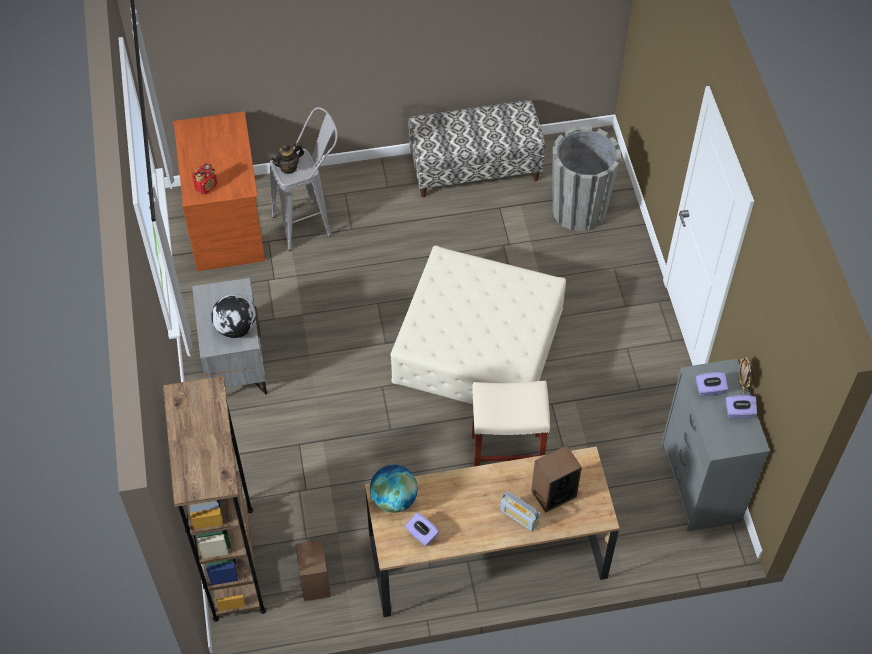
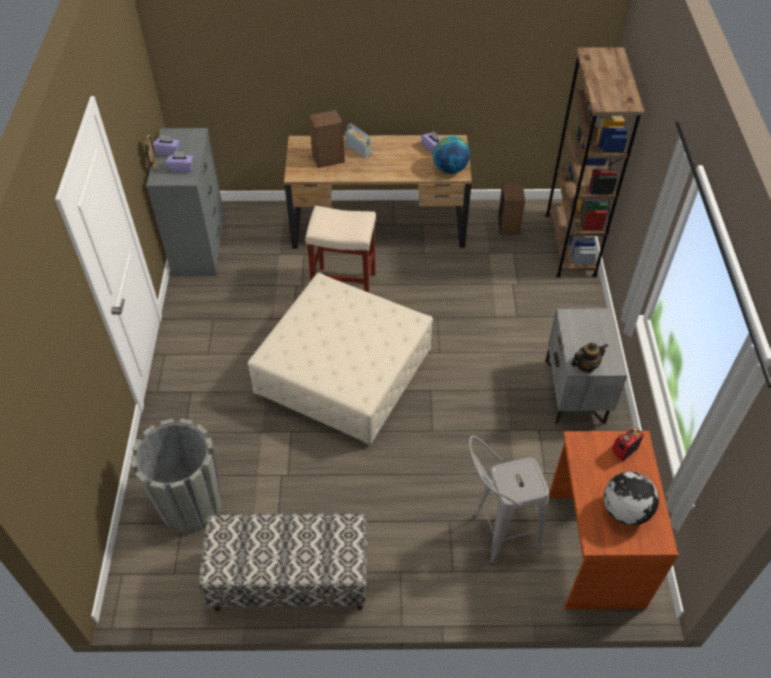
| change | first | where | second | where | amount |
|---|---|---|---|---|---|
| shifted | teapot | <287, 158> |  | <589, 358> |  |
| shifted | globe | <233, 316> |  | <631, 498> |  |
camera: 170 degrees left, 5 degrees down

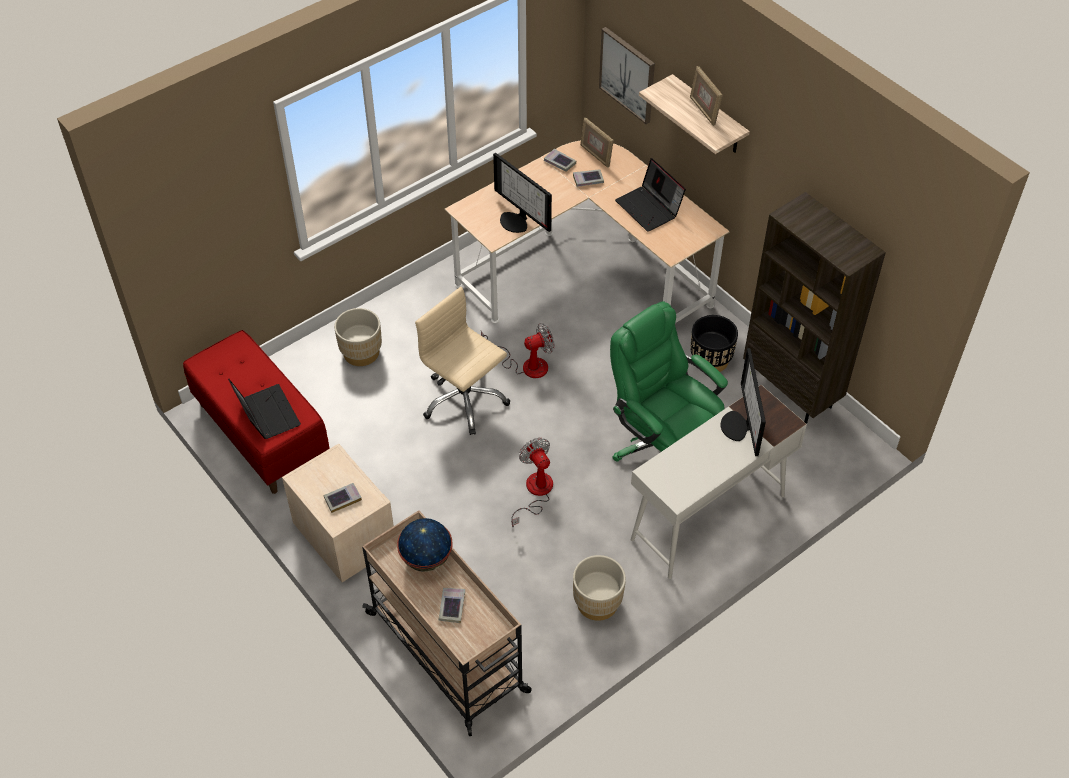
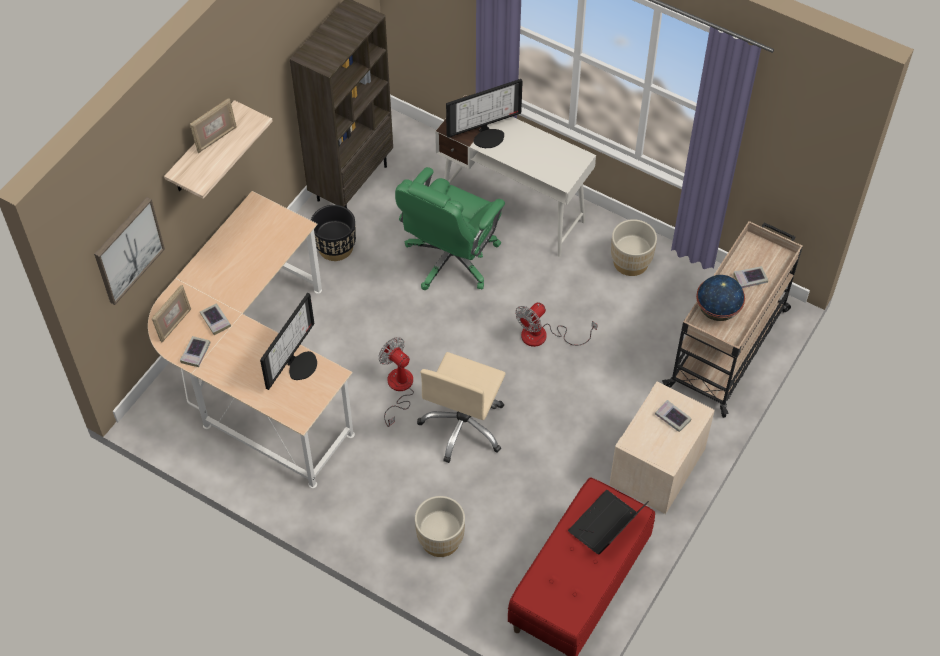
| change | first | where | second | where | amount |
|---|---|---|---|---|---|
| gone | laptop | <650, 195> |  |  |  |
camera: 110 degrees left, 5 degrees up

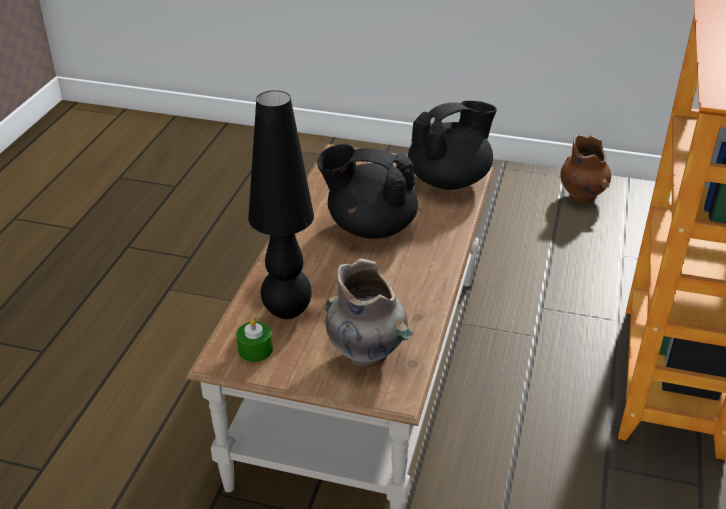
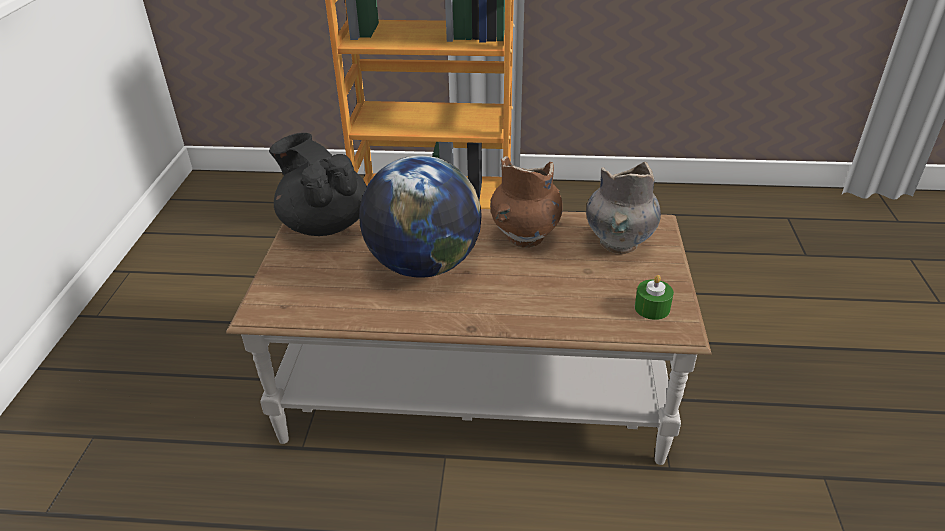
| change | first | where | second | where | amount |
|---|---|---|---|---|---|
| swapped | black_teapot | <367, 191> | globe | <420, 216> |  |
| shifted | brown_vase | <585, 169> |  | <526, 202> |  |
| gone | black_table_lamp | <281, 204> |  |  |  |
camera: 100 degrees left, 0 degrees up

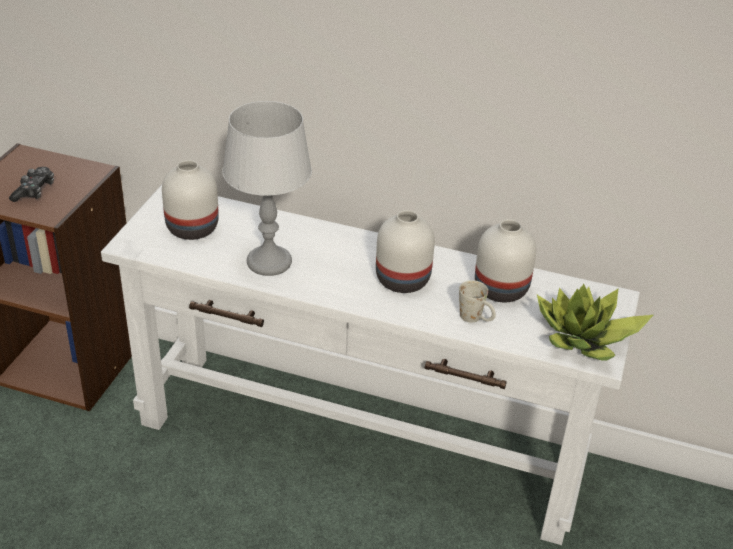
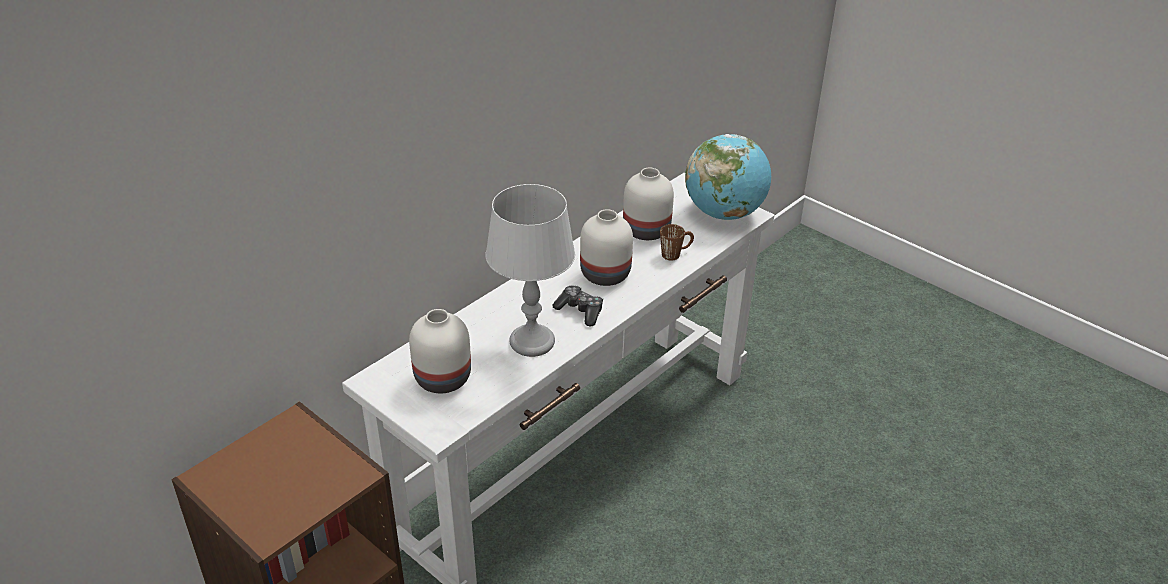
| change | first | where | second | where | amount |
|---|---|---|---|---|---|
| shifted | game_controller | <31, 184> |  | <578, 305> |  |
| repainted | white_mug | <477, 301> | brown_mug | <677, 242> |  |
| swapped | potted_plant | <595, 322> | globe | <728, 177> |  |
camera: 65 degrees left, 0 degrees up

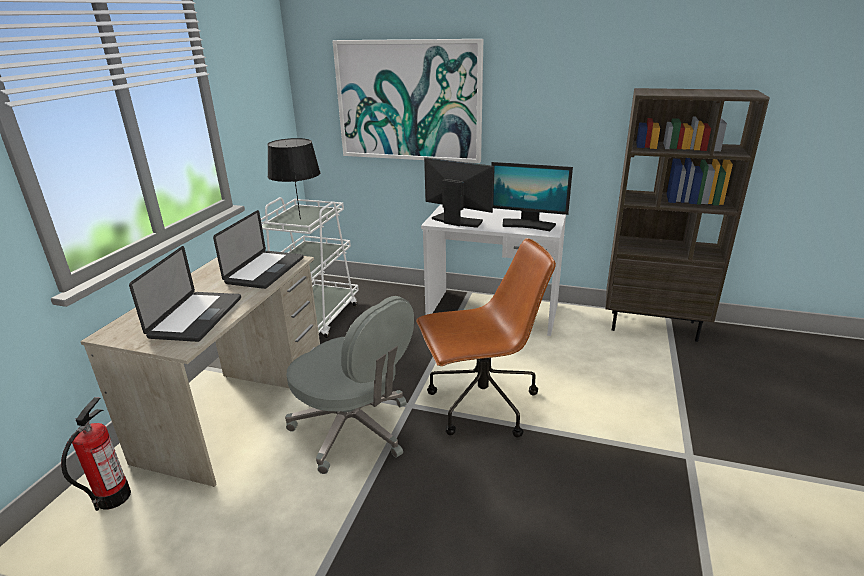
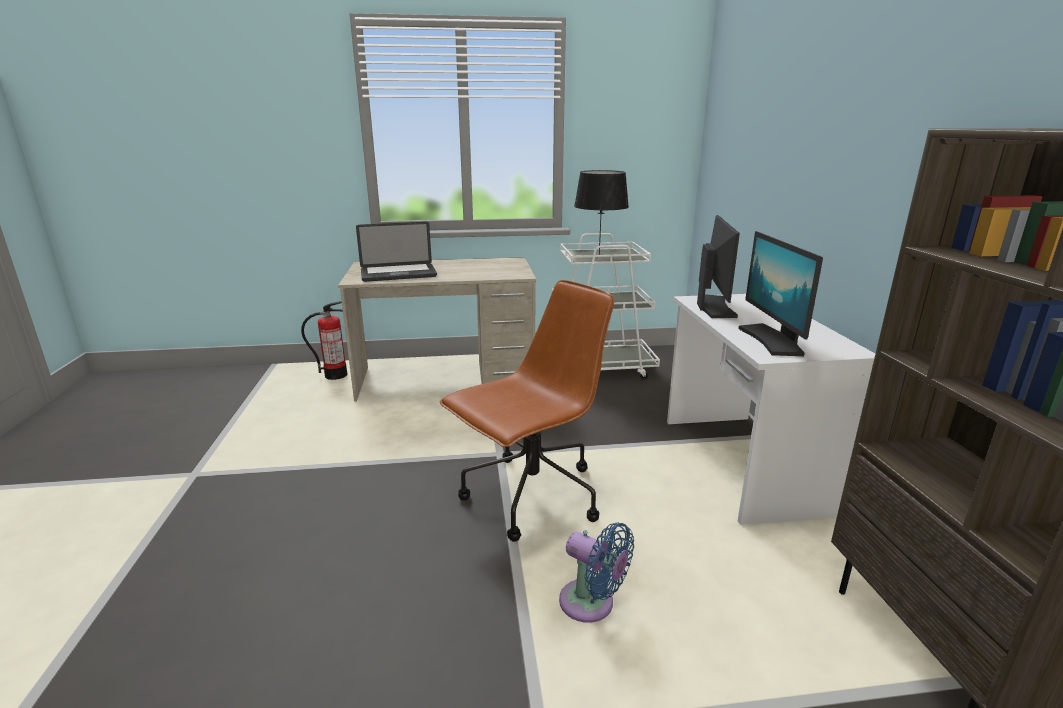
| change | first | where | second | where | amount |
|---|---|---|---|---|---|
| rotated | brown_office_chair | <486, 338> |  | <526, 411> | 90 degrees counterclockwise |
| new |  |  | blue_fan | <596, 572> |  |
| gone | laptop | <258, 249> |  |  |  |
| gone | grey_office_chair | <349, 385> |  |  |  |
| gone | picture | <407, 101> |  |  |  |
camera: 65 degrees right, 5 degrees down

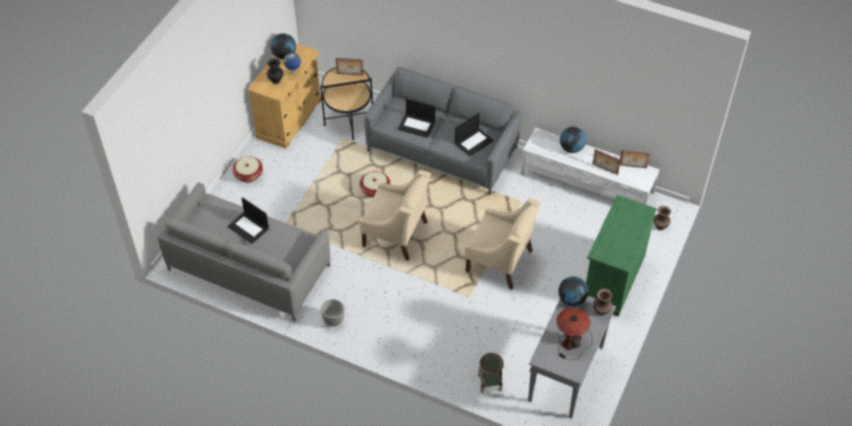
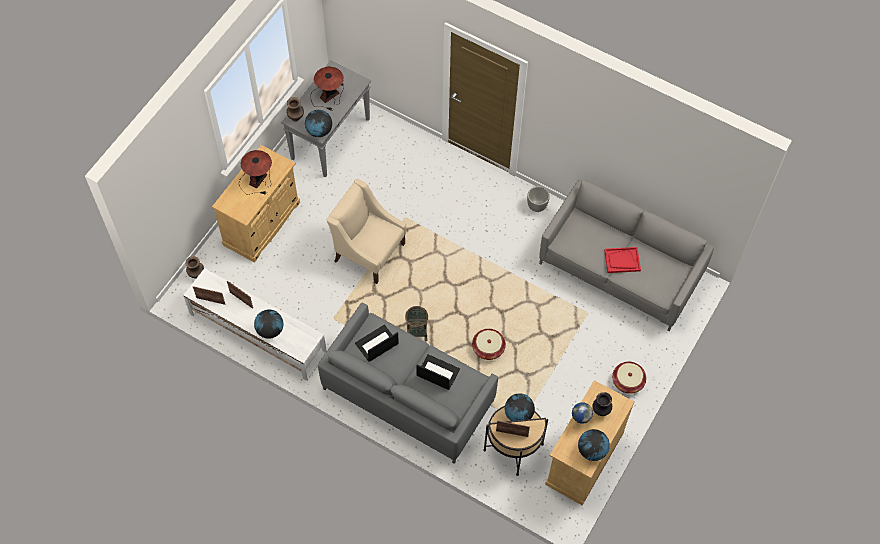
| change | first | where | second | where | amount |
|---|---|---|---|---|---|
| repainted | green_cabinet | <621, 256> | beige_cabinet | <256, 204> |  |
| new |  |  | table_lamp | <255, 172> |  |
| shifted | basket | <491, 373> |  | <416, 323> |  |
| new |  |  | globe | <520, 407> |  |
| swapped | laptop | <248, 220> | red_tray | <622, 260> |  |
| gone | beige_armchair | <395, 215> |  |  |  |
camera: 175 degrees left, 10 degrees up

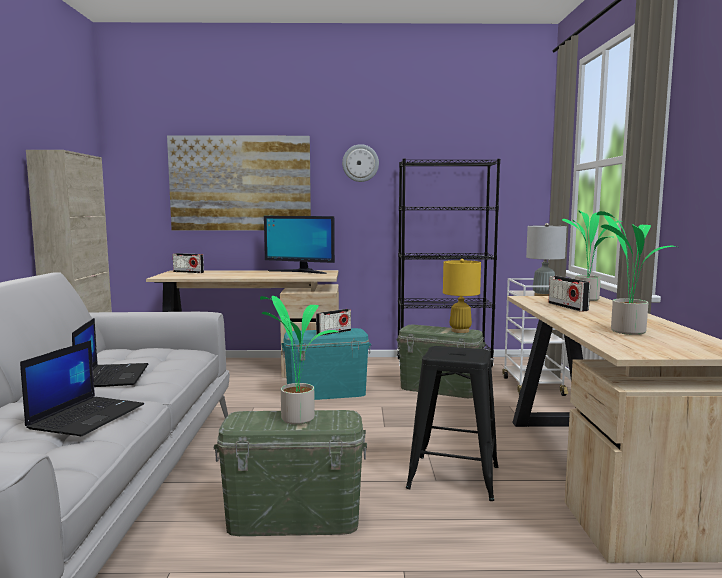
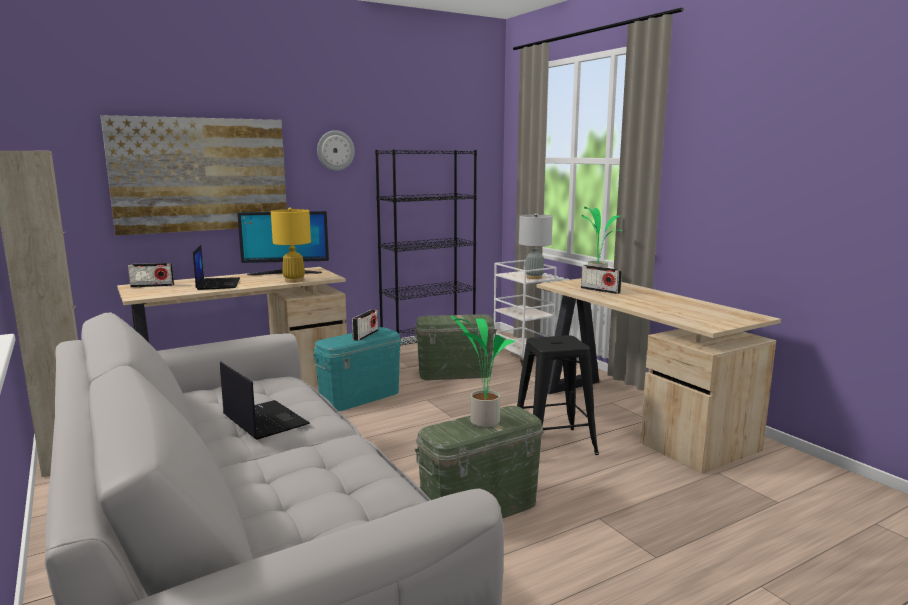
| change | first | where | second | where | amount |
|---|---|---|---|---|---|
| shifted | laptop | <82, 388> |  | <216, 267> |  |
| shifted | yellow_table_lamp | <462, 296> |  | <291, 245> |  |
| gone | potted_plant | <637, 273> |  |  |  |
camera: 30 degrees left, 5 degrees up

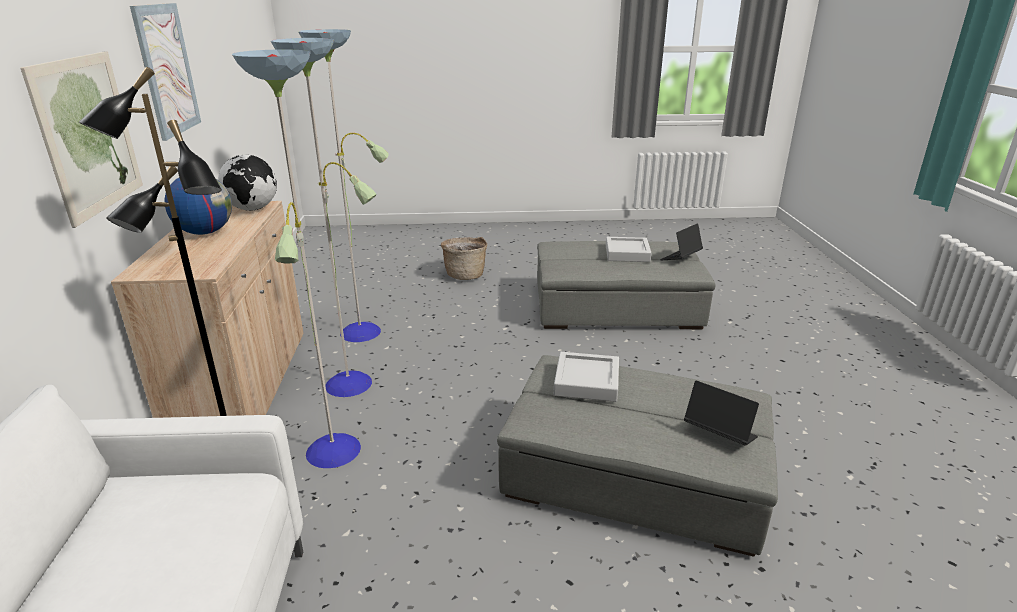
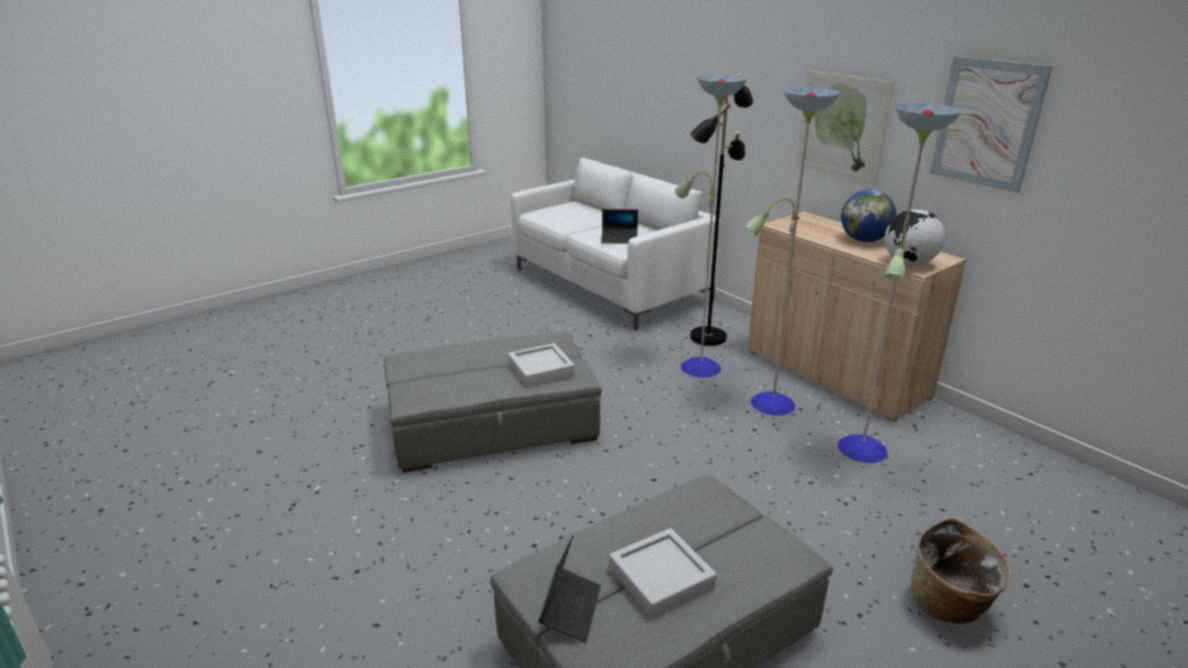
| change | first | where | second | where | amount |
|---|---|---|---|---|---|
| shifted | laptop | <721, 412> |  | <619, 226> |  |
camera: 145 degrees right, 0 degrees up

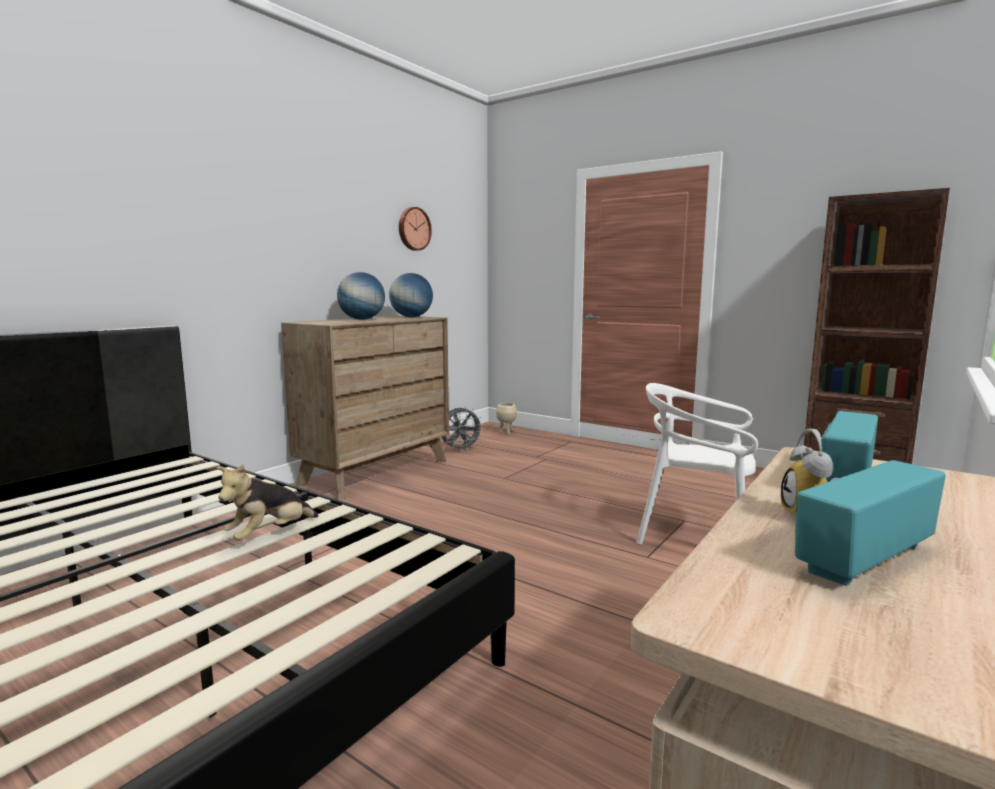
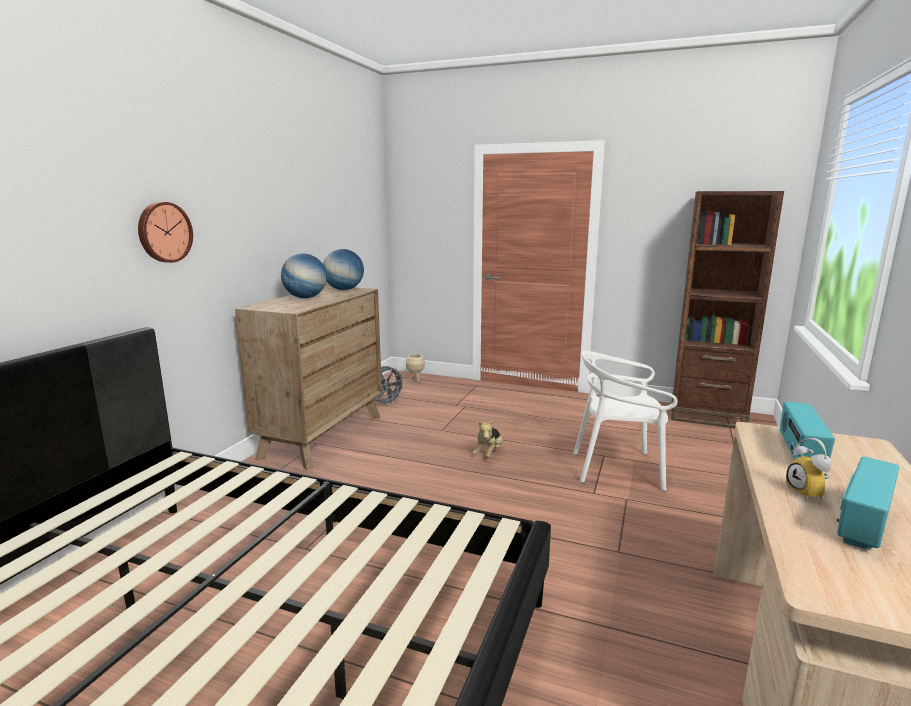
| change | first | where | second | where | amount |
|---|---|---|---|---|---|
| shifted | wall_clock | <415, 229> |  | <165, 232> |  |
| shifted | plush_toy | <267, 502> |  | <488, 439> |  |
camera: 15 degrees left, 5 degrees up

